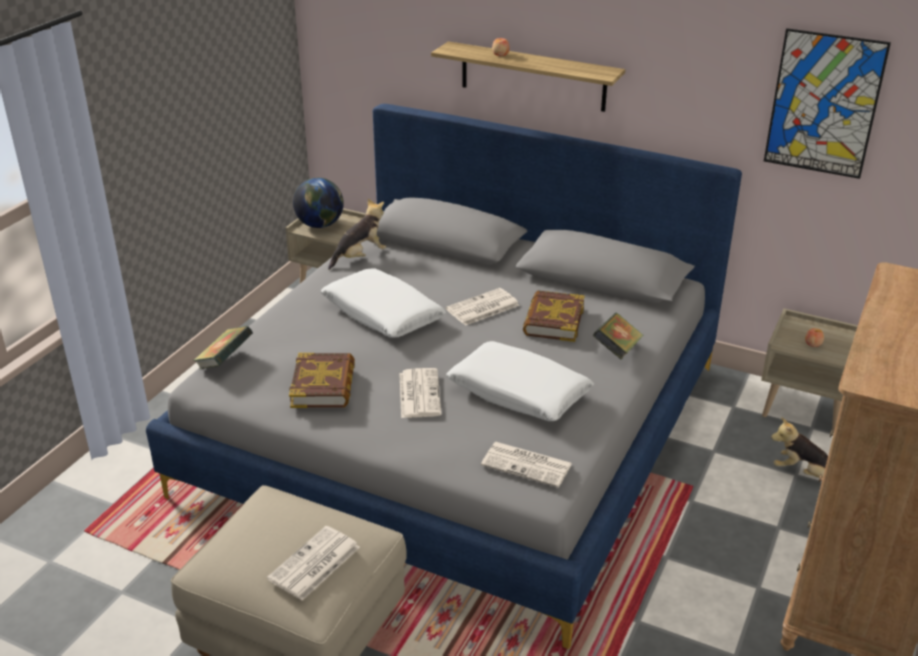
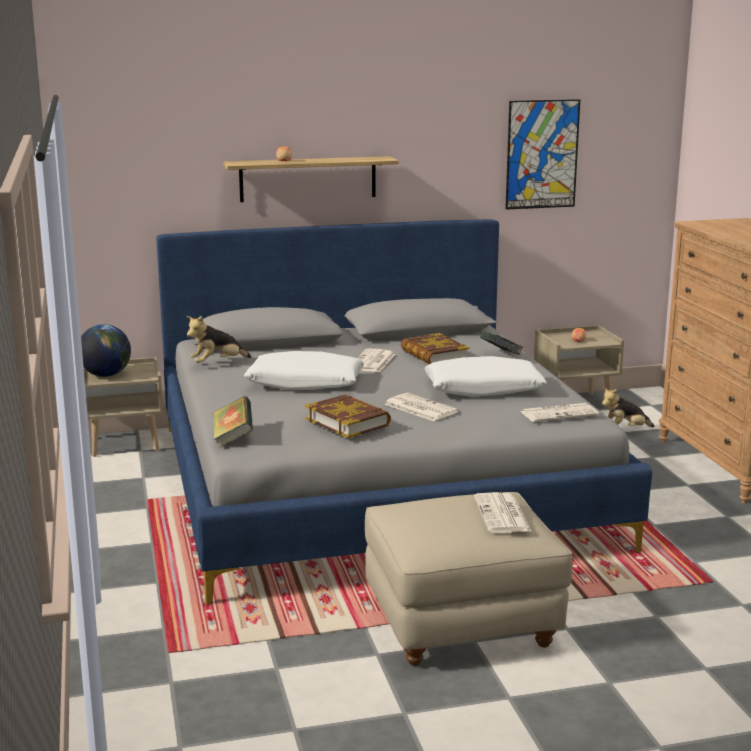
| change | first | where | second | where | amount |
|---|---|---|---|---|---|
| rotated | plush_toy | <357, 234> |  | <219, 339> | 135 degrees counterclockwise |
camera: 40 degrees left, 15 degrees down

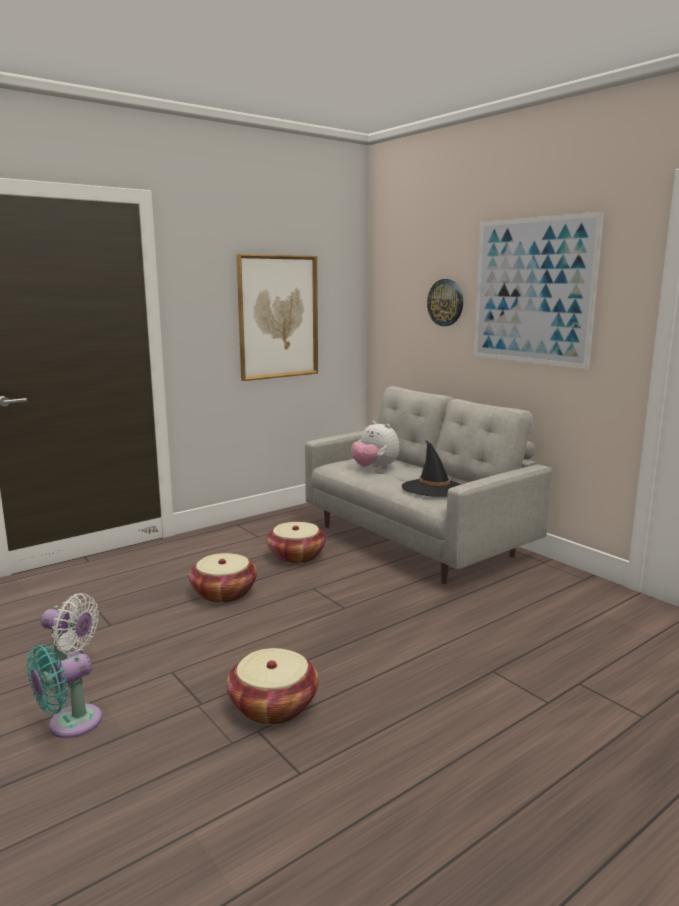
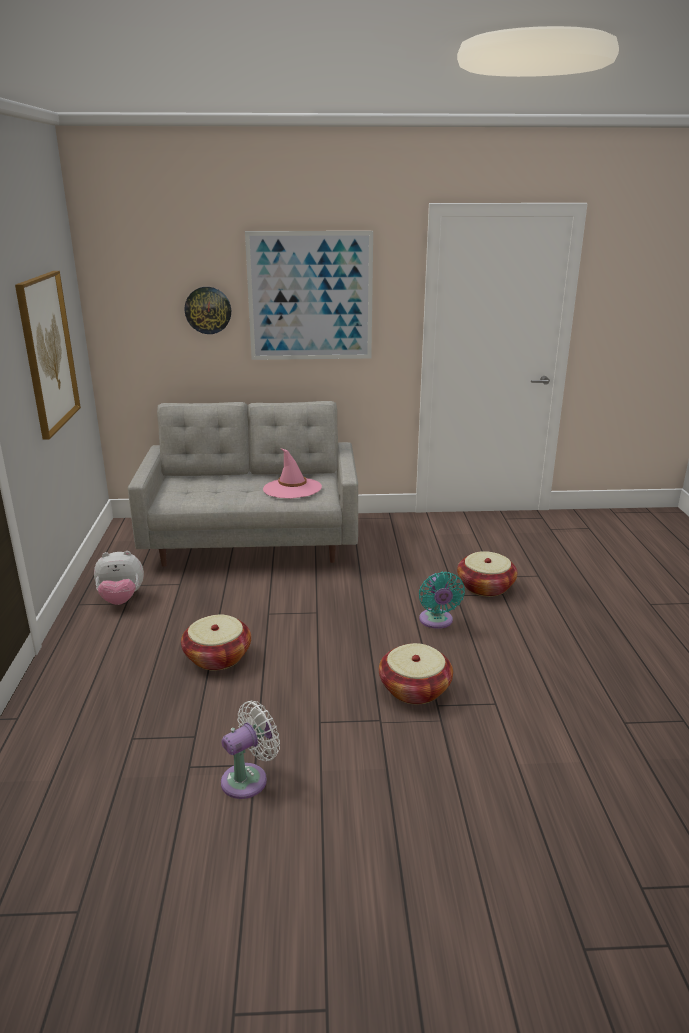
| change | first | where | second | where | amount |
|---|---|---|---|---|---|
| shifted | plush_toy | <375, 445> |  | <119, 578> |  |
| repainted | black_hat | <431, 468> | pink_hat | <292, 473> |  |
| shifted | turquoise_fan | <64, 691> |  | <442, 600> |  |
| shifted | basket | <296, 543> |  | <487, 574> |  |
camera: 55 degrees left, 10 degrees up

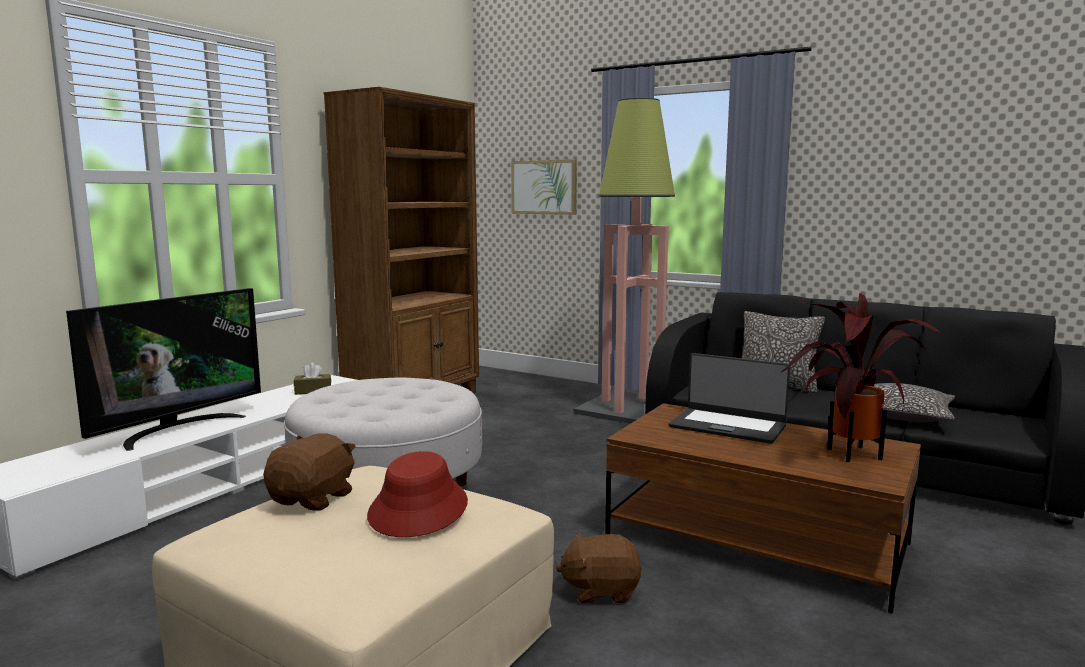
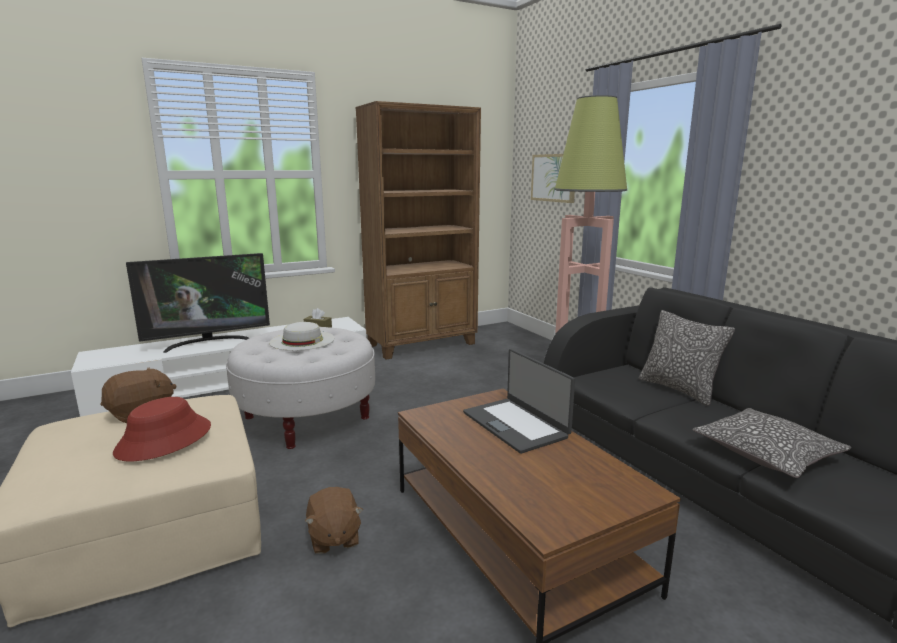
| change | first | where | second | where | amount |
|---|---|---|---|---|---|
| new |  |  | white_hat | <302, 336> |  |
| rotated | brown_plush_toy | <599, 568> |  | <334, 520> | 135 degrees counterclockwise |
| gone | potted_plant | <861, 378> |  |  |  |
camera: 30 degrees right, 5 degrees up

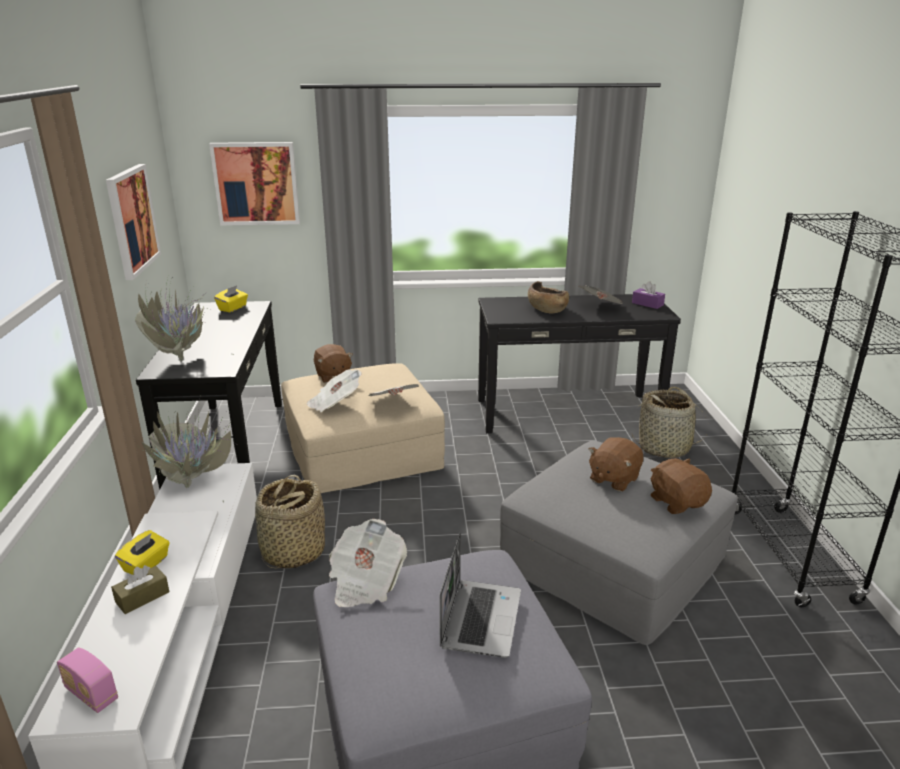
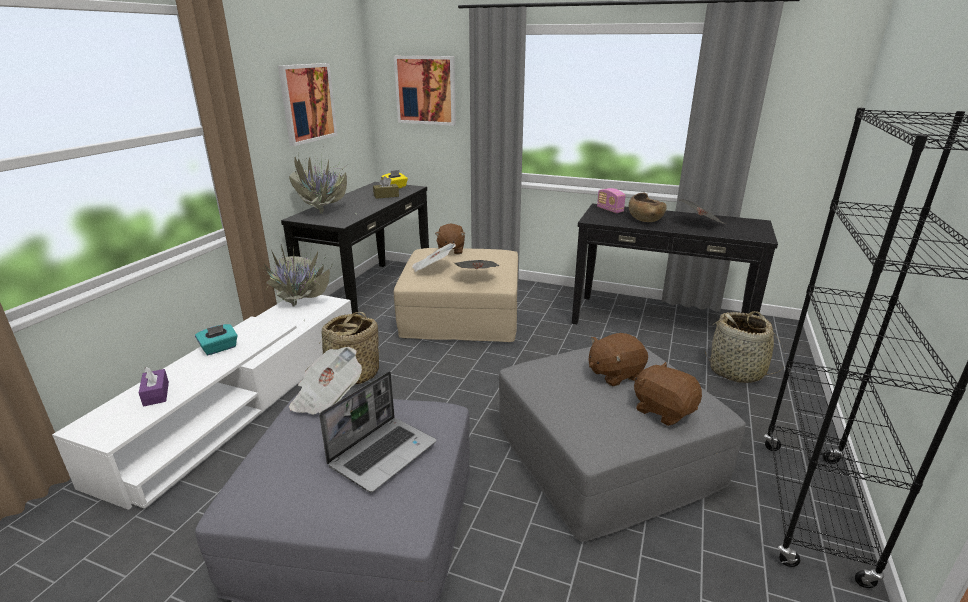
| change | first | where | second | where | amount |
|---|---|---|---|---|---|
| shifted | purple_tissue_box | <648, 295> |  | <154, 387> |  |
| repainted | yellow_tissue_box | <142, 552> | turquoise_tissue_box | <216, 339> |  |
| shifted | brown_tissue_box | <140, 589> |  | <386, 187> |  |
| shifted | radio | <87, 680> |  | <611, 200> |  |
| rotated | brown_plush_toy | <681, 486> |  | <668, 394> | 45 degrees counterclockwise |
camera: 25 degrees right, 0 degrees up

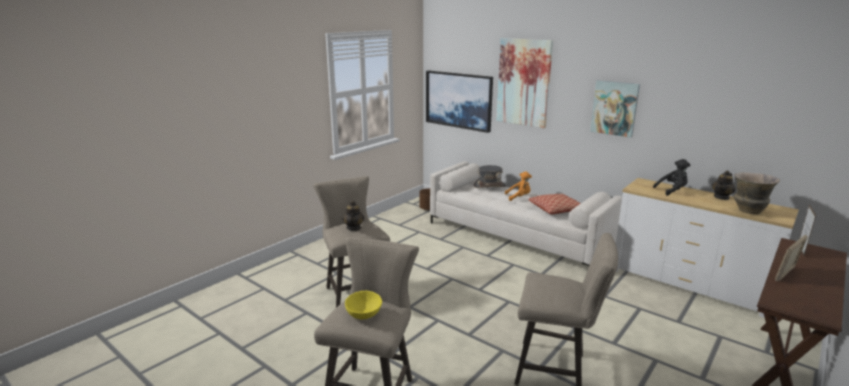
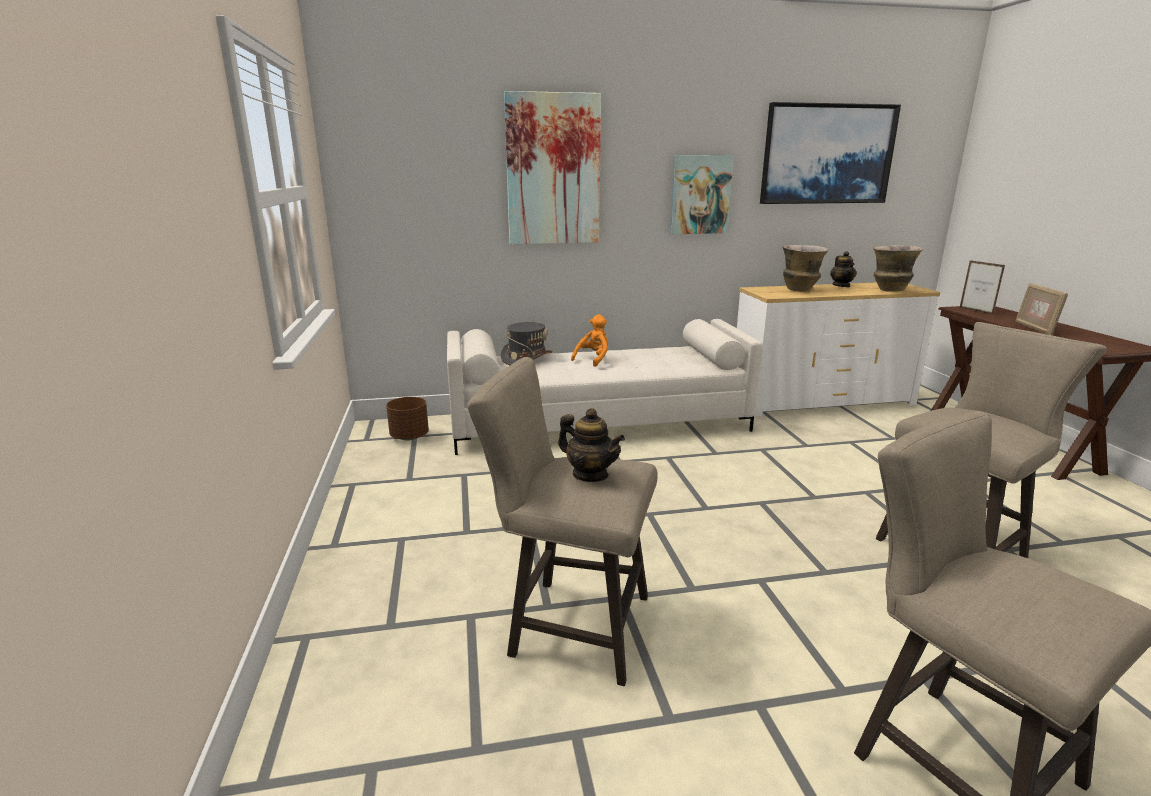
| change | first | where | second | where | amount |
|---|---|---|---|---|---|
| shifted | picture | <459, 102> |  | <830, 153> |  |
| swapped | black_plush_toy | <671, 177> | vase | <805, 268> |  |
| gone | yellow_bowl | <363, 305> |  |  |  |
| gone | pillow | <554, 204> |  |  |  |
camera: 50 degrees left, 0 degrees up

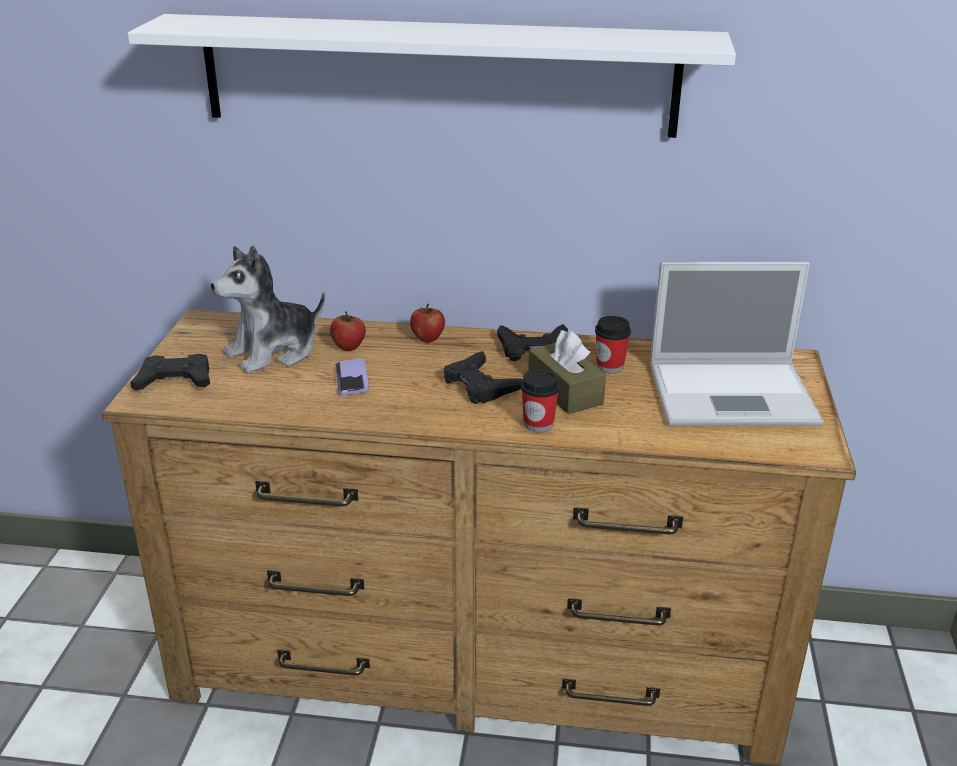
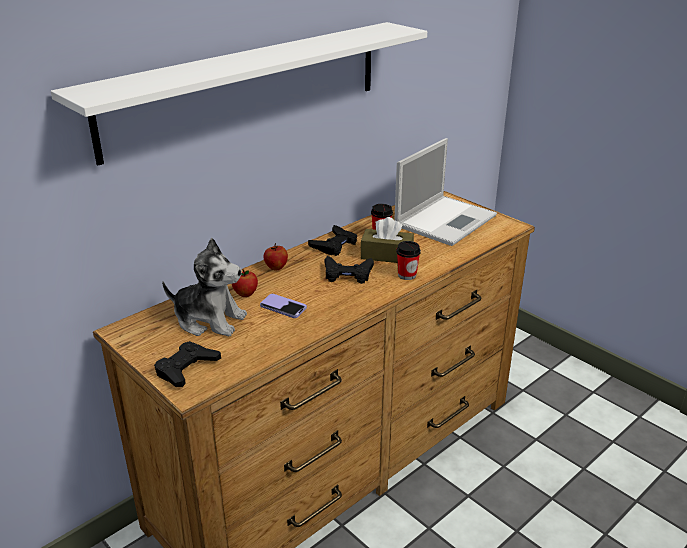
| change | first | where | second | where | amount |
|---|---|---|---|---|---|
| rotated | plush_toy | <268, 309> |  | <204, 287> | 75 degrees counterclockwise |
camera: 50 degrees left, 0 degrees up

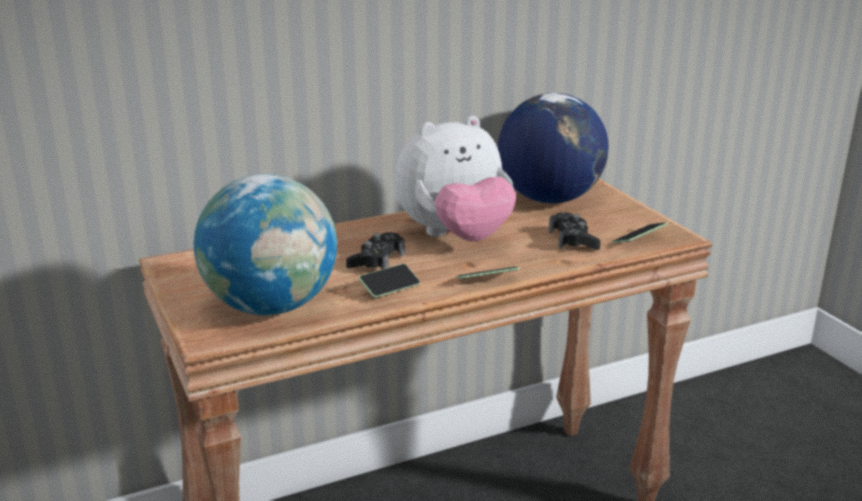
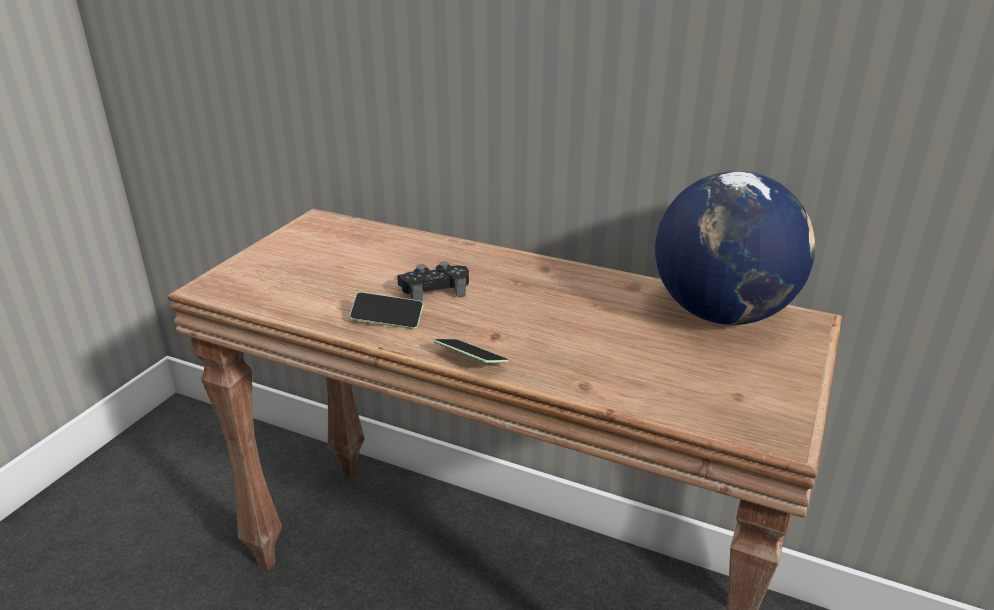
| change | first | where | second | where | amount |
|---|---|---|---|---|---|
| gone | globe | <265, 244> |  |  |  |
| gone | plush_toy | <455, 178> |  |  |  |
| gone | black_game_controller | <575, 231> |  |  |  |
| gone | phone | <640, 232> |  |  |  |
camera: 50 degrees right, 5 degrees up

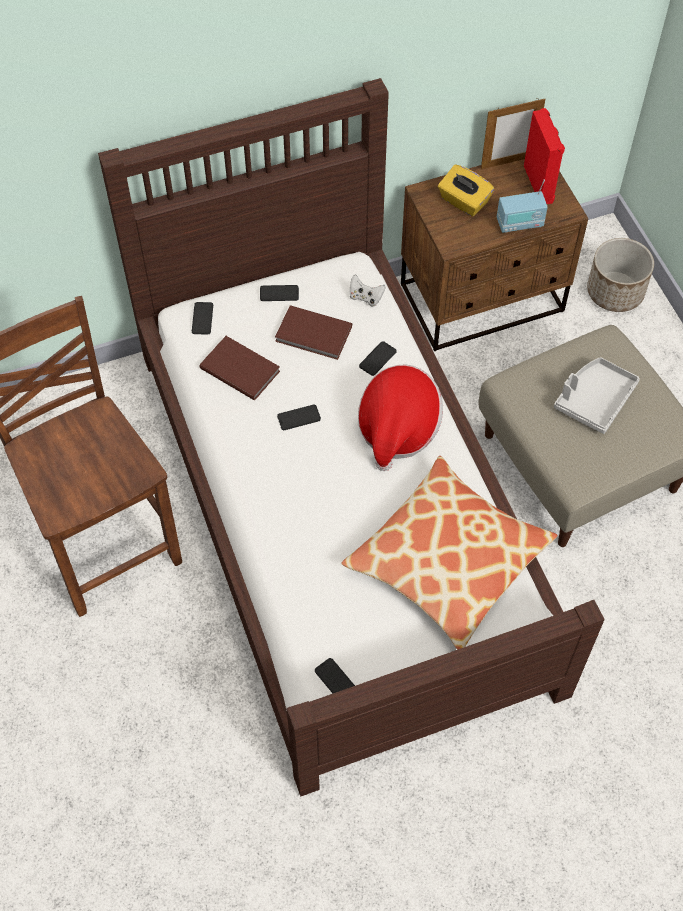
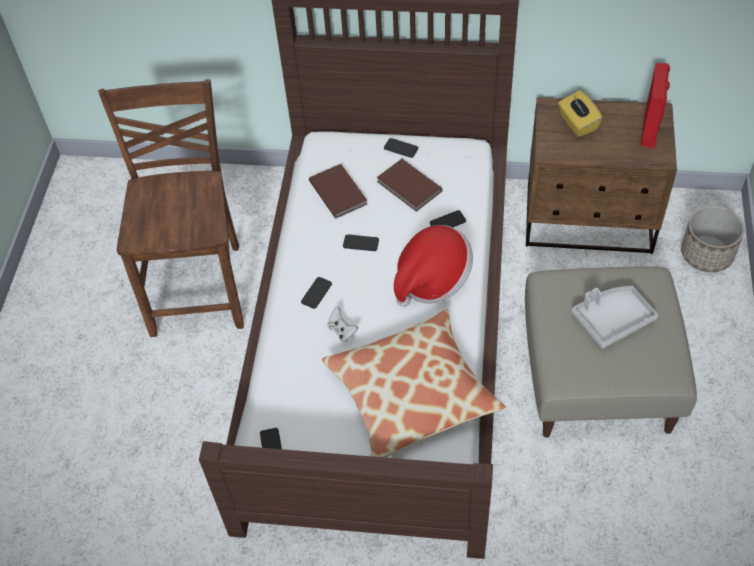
| change | first | where | second | where | amount |
|---|---|---|---|---|---|
| shifted | phone | <202, 318> |  | <316, 293> |  |
| shifted | white_game_controller | <368, 290> |  | <342, 324> |  |
| gone | picture_frame | <513, 133> |  |  |  |
| gone | radio | <522, 206> |  |  |  |
camera: 30 degrees right, 5 degrees down

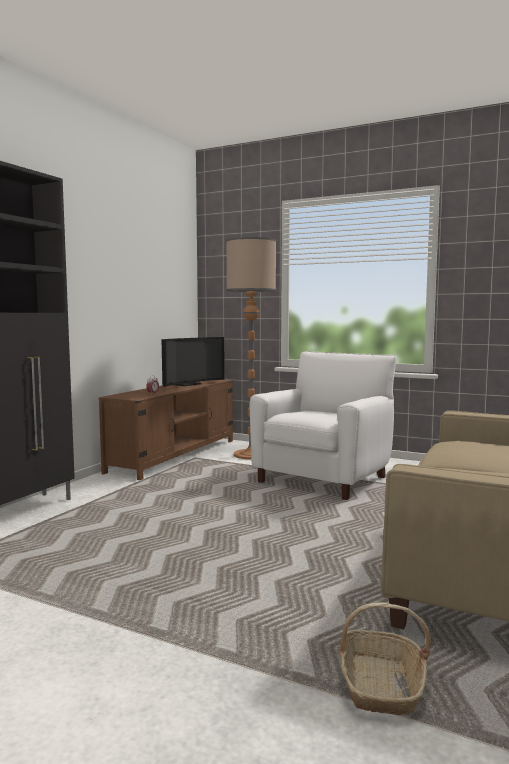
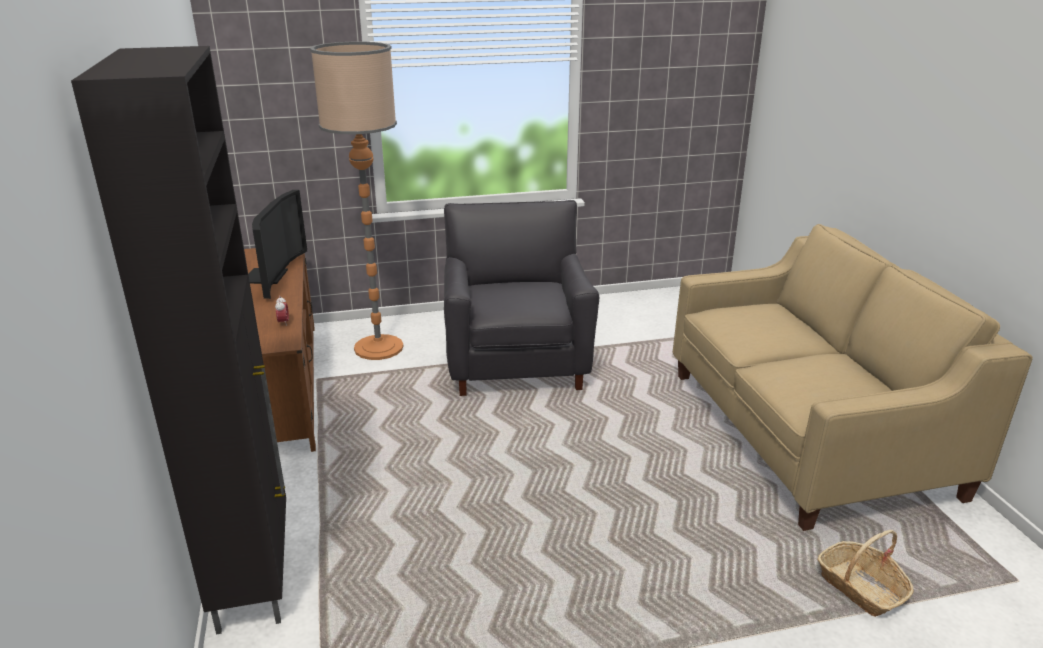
| change | first | where | second | where | amount |
|---|---|---|---|---|---|
| repainted | white_armchair | <323, 425> | black_armchair | <521, 298> |  |
camera: 40 degrees left, 20 degrees up

